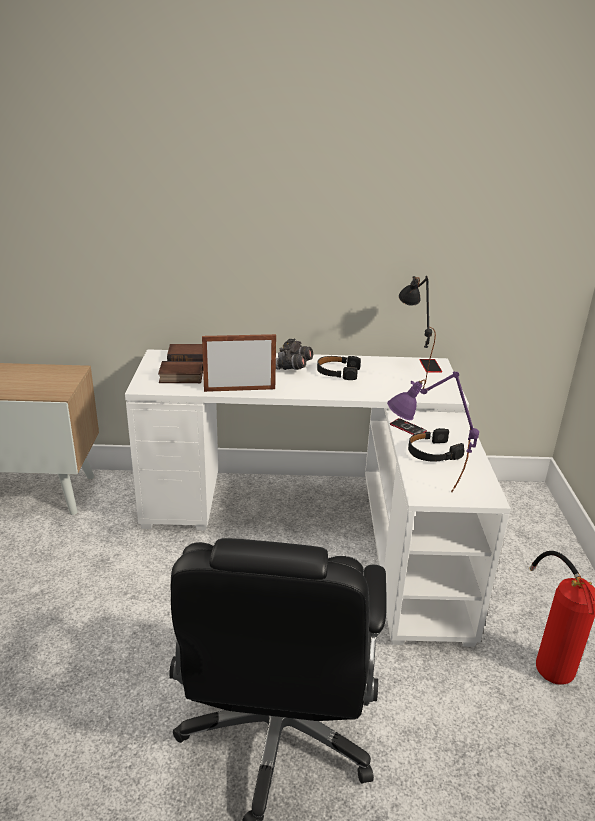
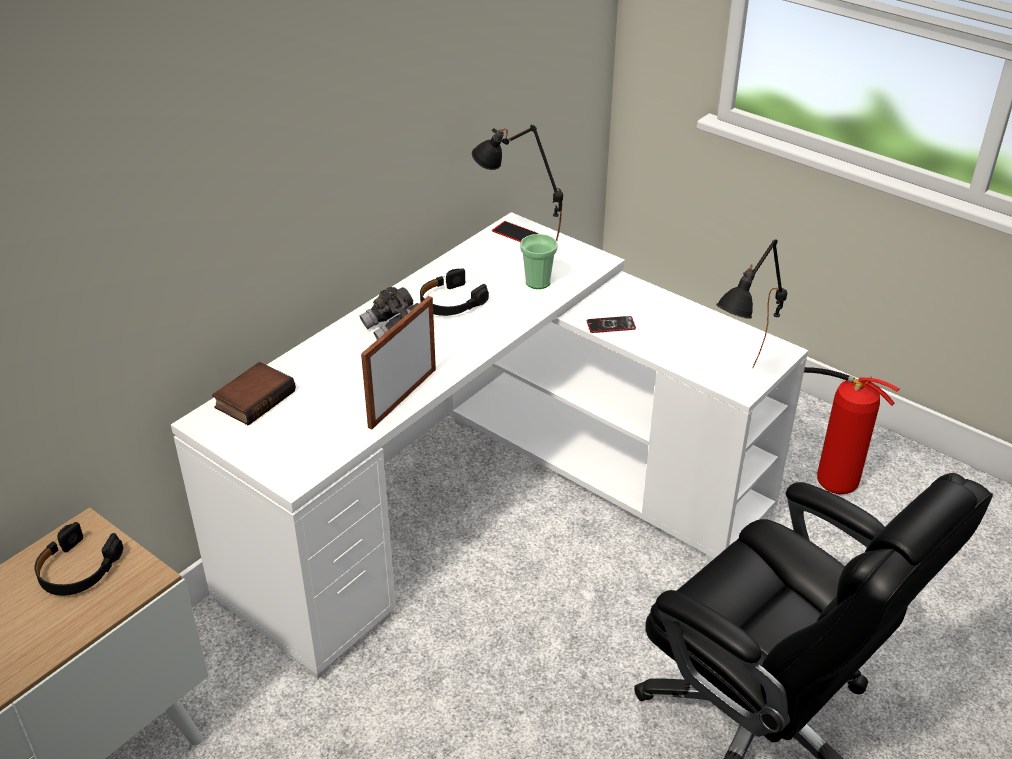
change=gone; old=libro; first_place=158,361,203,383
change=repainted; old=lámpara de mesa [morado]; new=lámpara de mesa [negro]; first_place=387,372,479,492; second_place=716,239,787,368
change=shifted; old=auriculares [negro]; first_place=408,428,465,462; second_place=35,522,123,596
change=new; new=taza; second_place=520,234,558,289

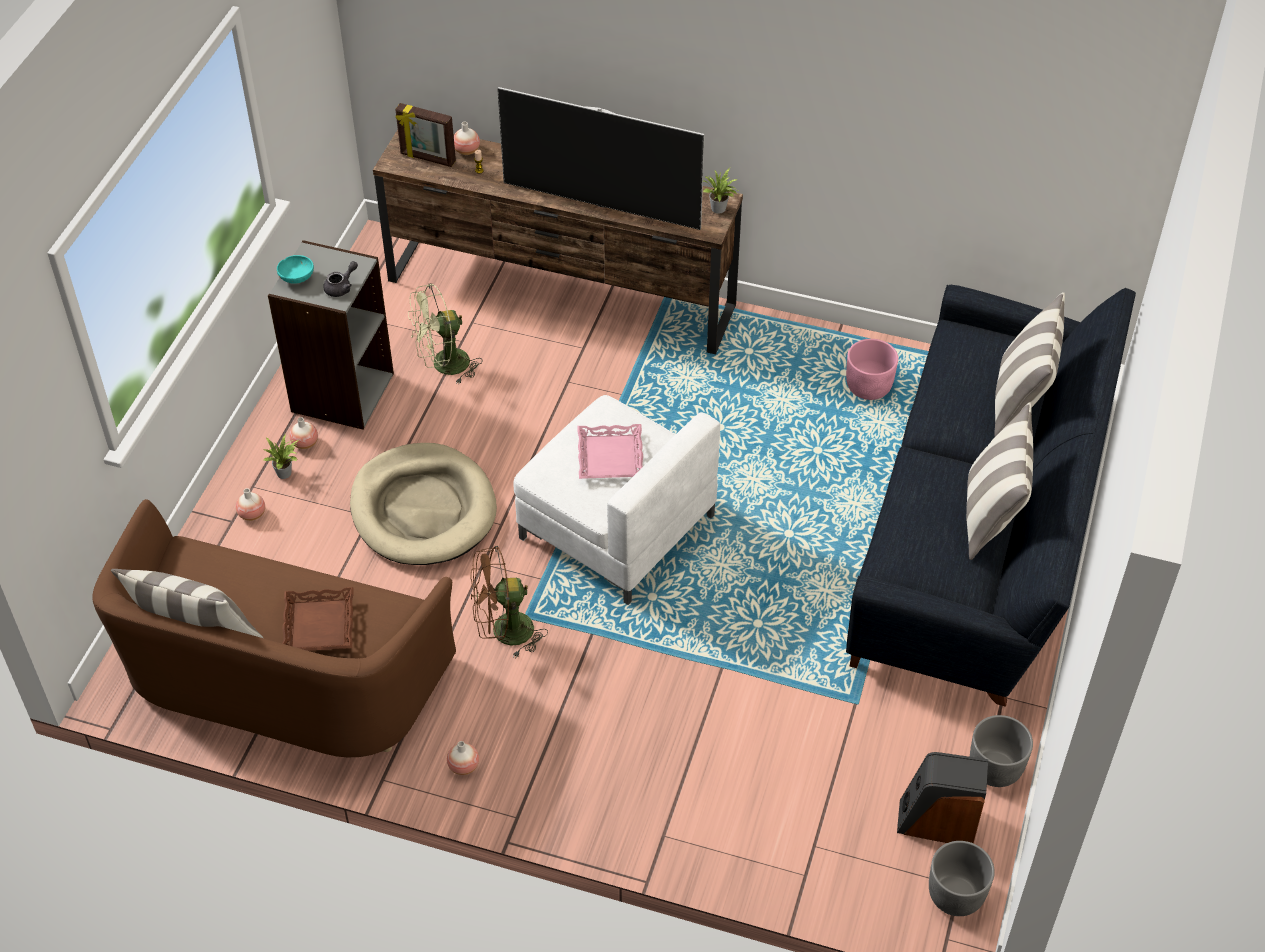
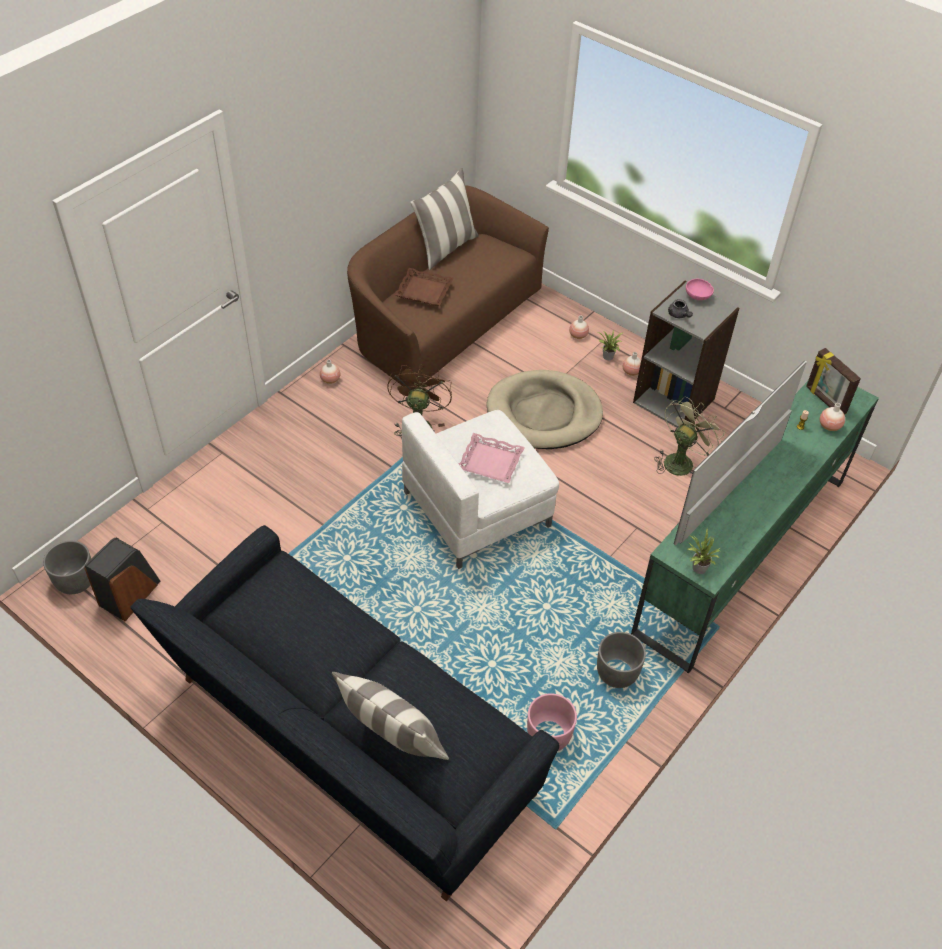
change=rotated; old=portarretratos; first_place=395,103,456,167; second_place=806,348,861,415; degrees=-75
change=repainted; old=mueble de televisión [marrón]; new=mueble de televisión [verde]; first_place=373,130,743,354; second_place=631,381,879,674
change=repainted; old=cuenco [turquesa]; new=cuenco [rosa]; first_place=277,255,314,284; second_place=686,279,714,300
change=rotated; old=ventilador [verde]; first_place=408,284,483,384; second_place=654,396,725,476; degrees=45
change=gone; old=cojín; first_place=966,402,1033,560
change=shifted; old=maceta [gris]; first_place=970,715,1033,787; second_place=597,632,646,688

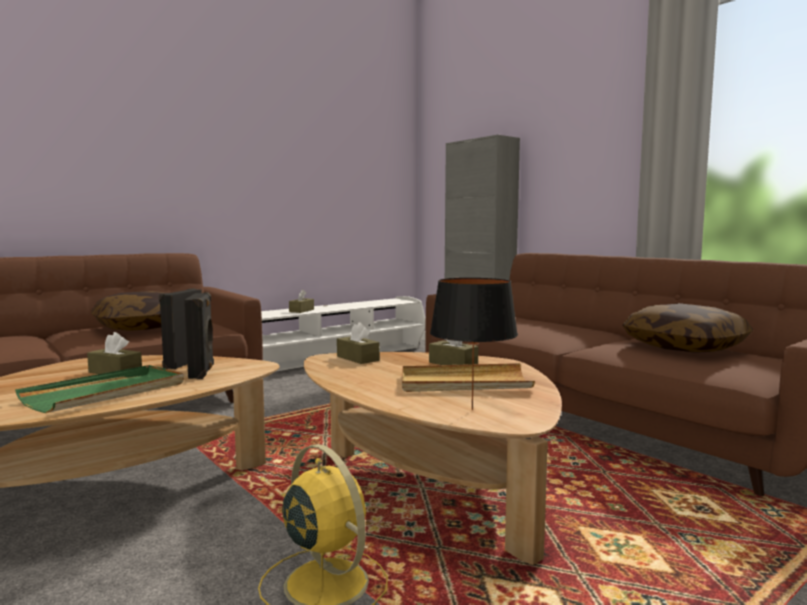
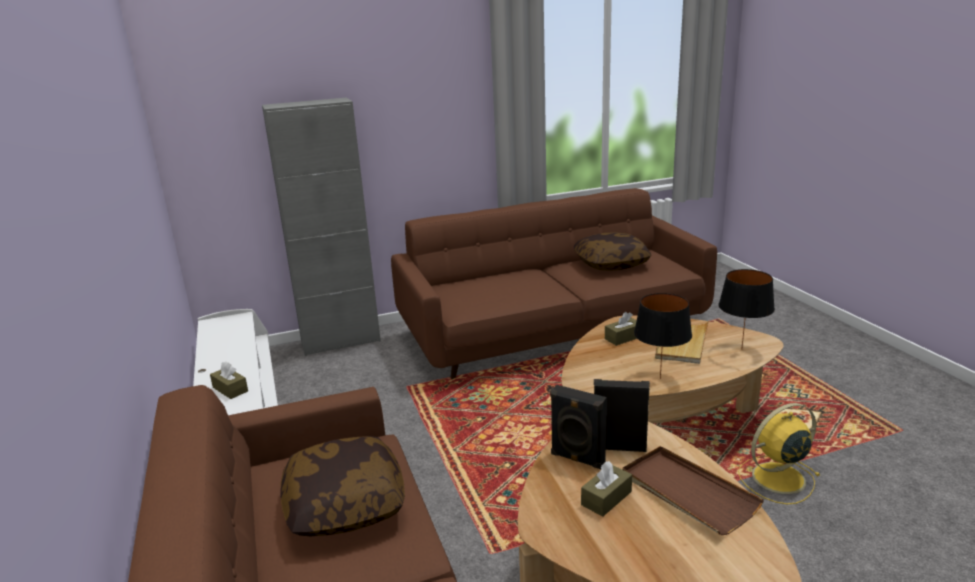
change=gone; old=caja de pañuelos [marrón]; first_place=337,322,380,364
change=repainted; old=bandeja [verde]; new=bandeja [marrón]; first_place=15,365,184,413; second_place=622,446,764,535
change=new; new=lámpara de mesa [negro]; second_place=634,293,692,379

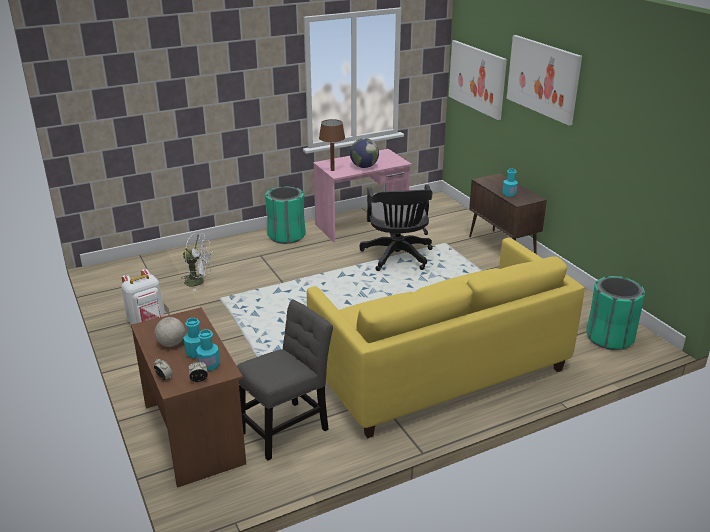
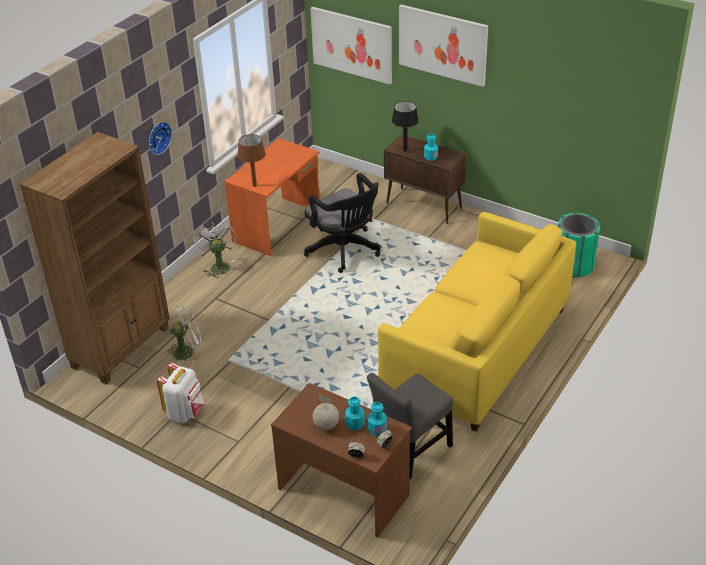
change=gone; old=globo terráqueo; first_place=350,138,379,168
change=repainted; old=escritorio [rosa]; new=escritorio [naranja]; first_place=313,149,412,242; second_place=224,138,320,256
change=swapped; old=papelera [verde]; new=ventilador [blanco]; first_place=265,186,306,244; second_place=193,222,236,279
change=rotated; old=silla [gris]; first_place=237,300,333,461; second_place=367,373,453,480; degrees=-150
change=new; new=lámpara de mesa [negro]; second_place=392,101,419,152
change=new; new=reloj de pared; second_place=149,122,172,155
change=new; new=estantería [marrón]; second_place=20,132,170,384

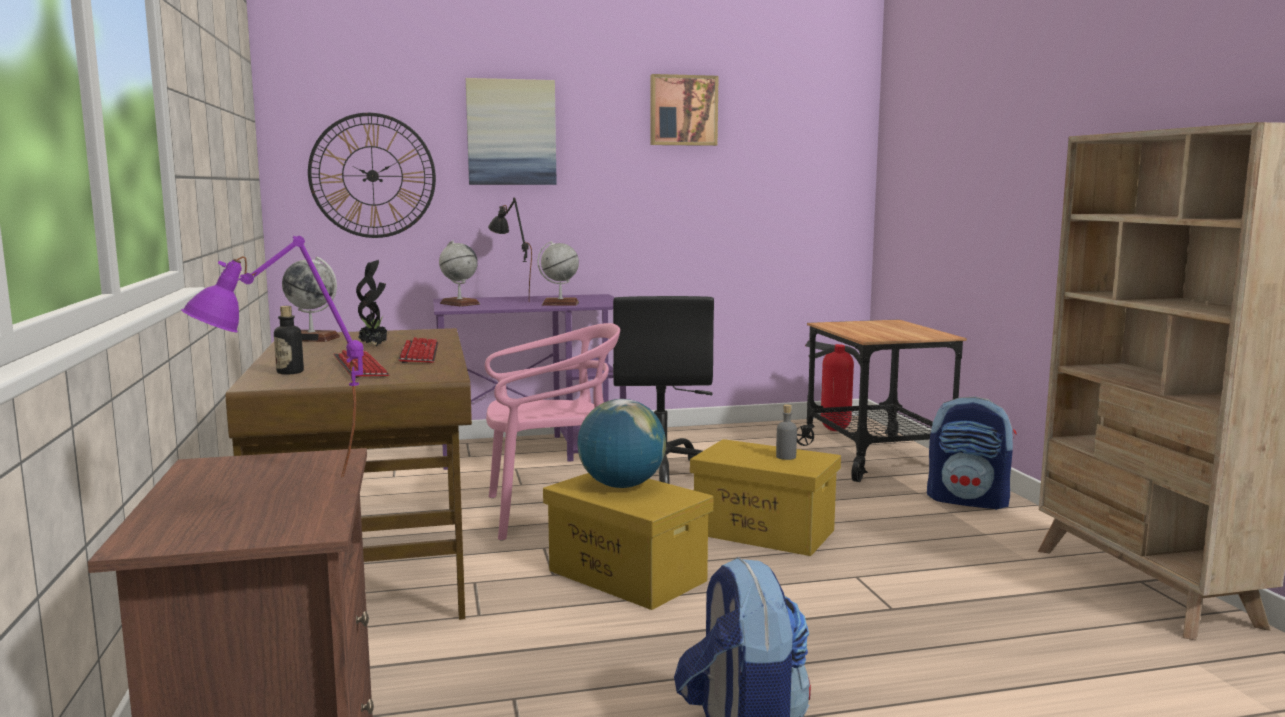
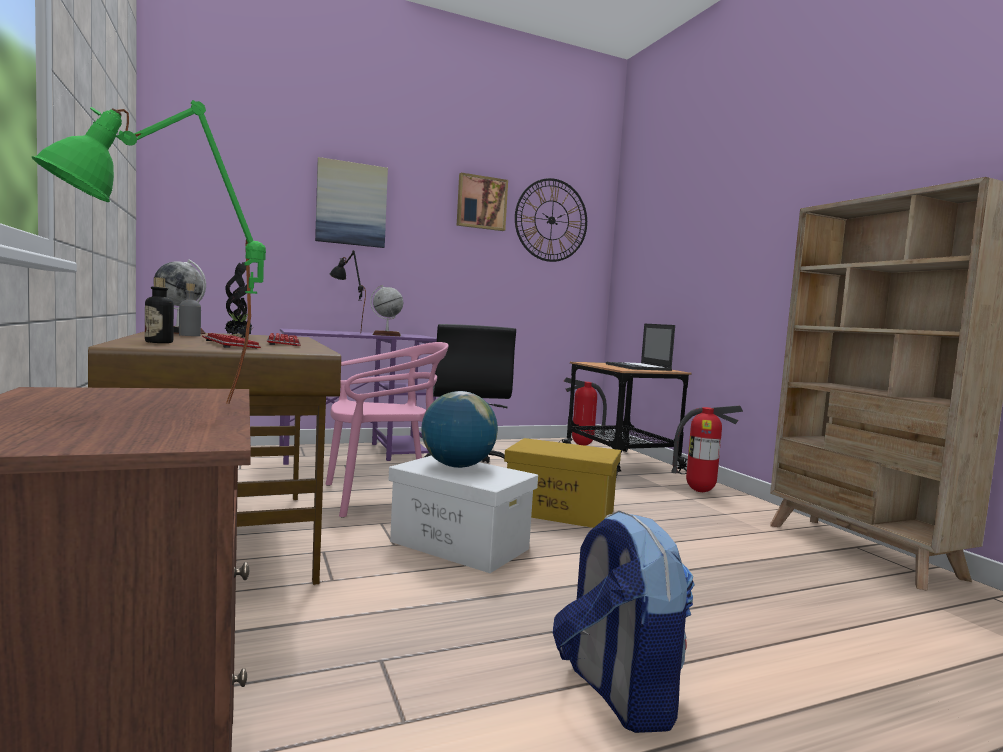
change=shifted; old=reloj de pared; first_place=308,113,436,238; second_place=515,178,587,262
change=repainted; old=lámpara de mesa [morado]; new=lámpara de mesa [verde]; first_place=181,236,363,477; second_place=32,100,266,404
change=gone; old=globo terráqueo; first_place=439,241,480,307
change=swapped; old=mochila; new=extintor; first_place=927,397,1017,510; second_place=671,405,743,492
change=shifted; old=botella [gris]; first_place=776,404,797,460; second_place=179,283,201,336
change=repainted; old=caja de almacenaje [amarillo]; new=caja de almacenaje [blanco]; first_place=543,473,713,610; second_place=389,456,538,573
change=new; new=portátil; second_place=606,324,675,371

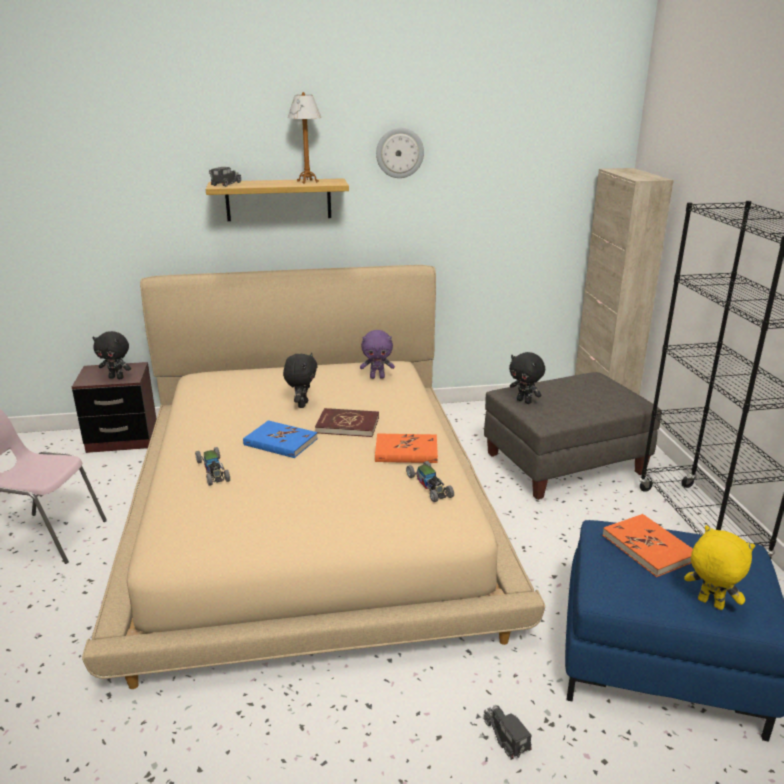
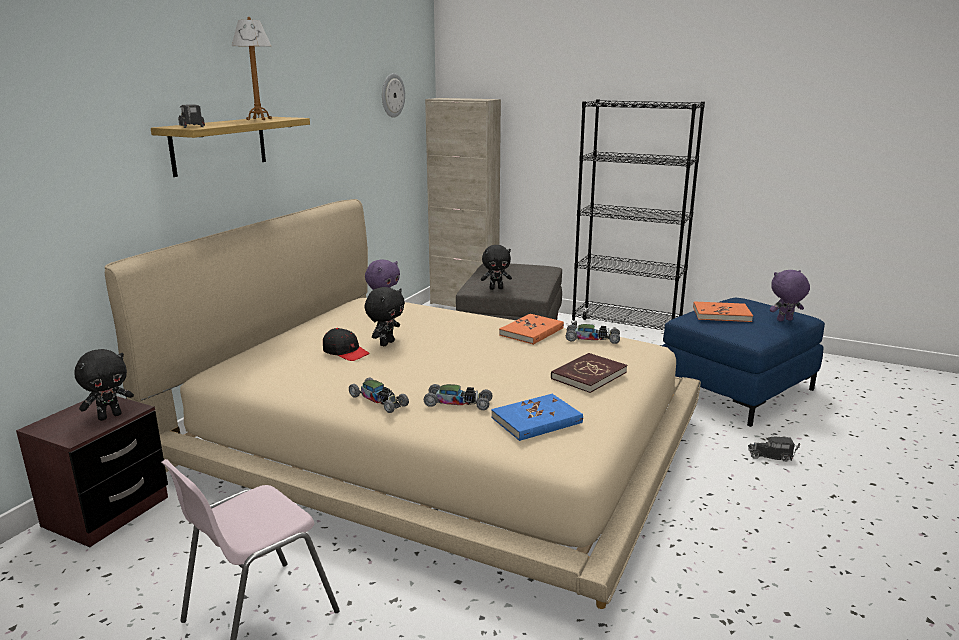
change=shifted; old=reloj de pared; first_place=376,128,424,178; second_place=382,73,405,118
change=rotated; old=peluche [negro]; first_place=283,353,317,408; second_place=364,287,405,346; degrees=75
change=shifted; old=libro [rojo]; first_place=315,408,379,437; second_place=551,353,627,393
change=shifted; old=libro [azul]; first_place=243,420,318,458; second_place=491,394,583,441
change=repainted; old=peluche [amarillo]; new=peluche [morado]; first_place=684,526,755,610; second_place=770,270,810,321
change=new; new=gorra [negro]; second_place=323,328,370,361
change=new; new=coche de juguete; second_place=349,378,409,413

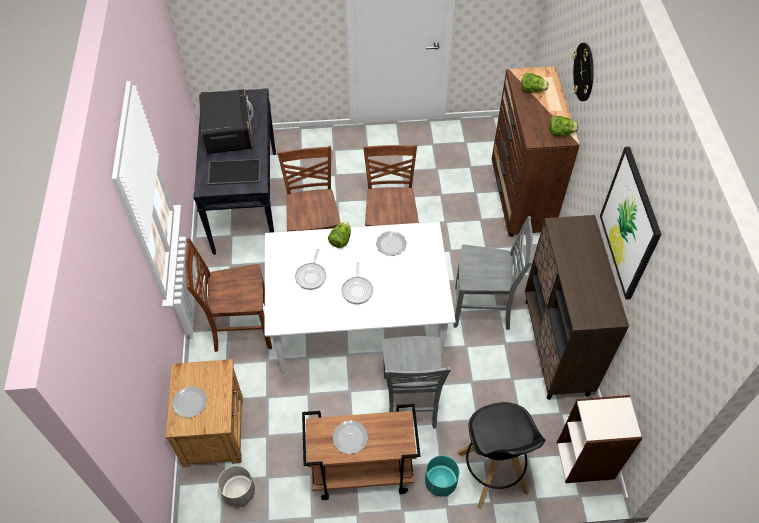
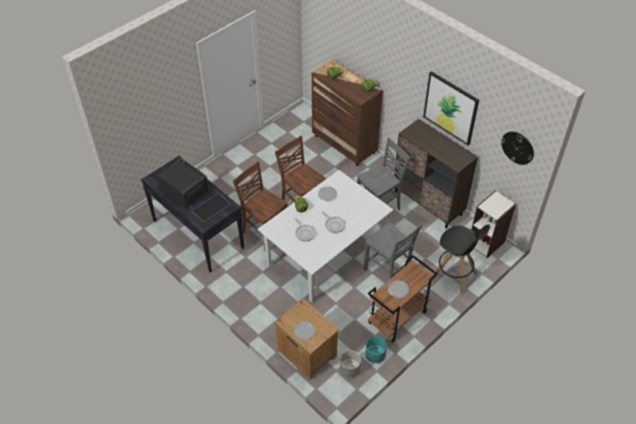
change=shifted; old=reloj de pared; first_place=573,43,594,101; second_place=501,131,534,165
change=gone; old=silla [marrón]; first_place=185,239,272,352
change=shifted; old=maceta [turquesa]; first_place=425,455,459,497; second_place=365,337,387,363

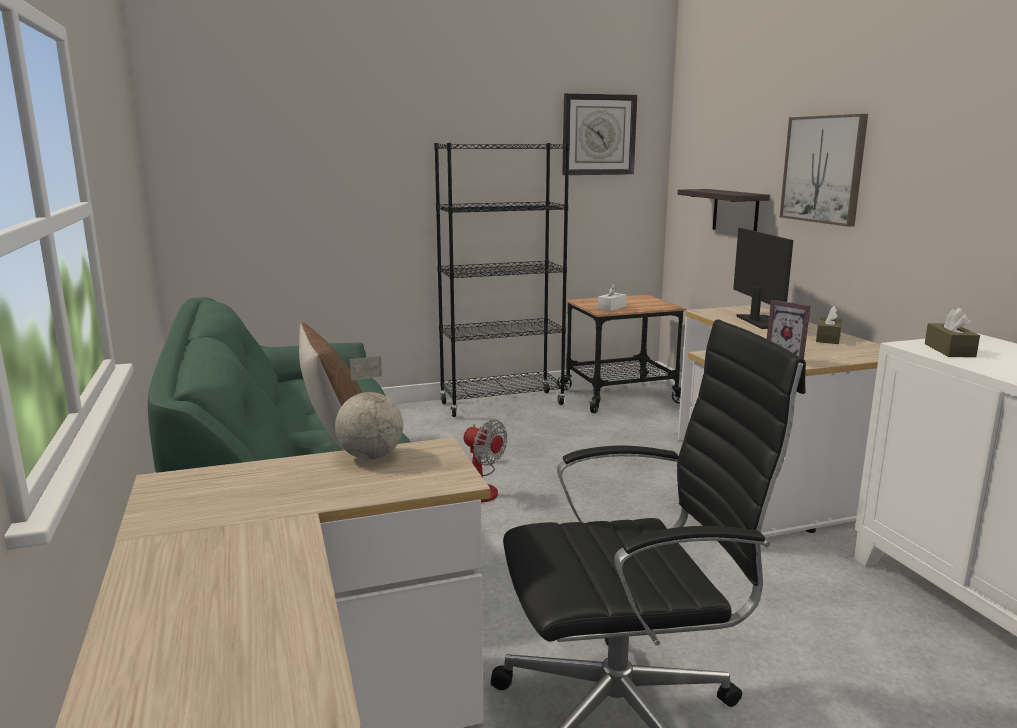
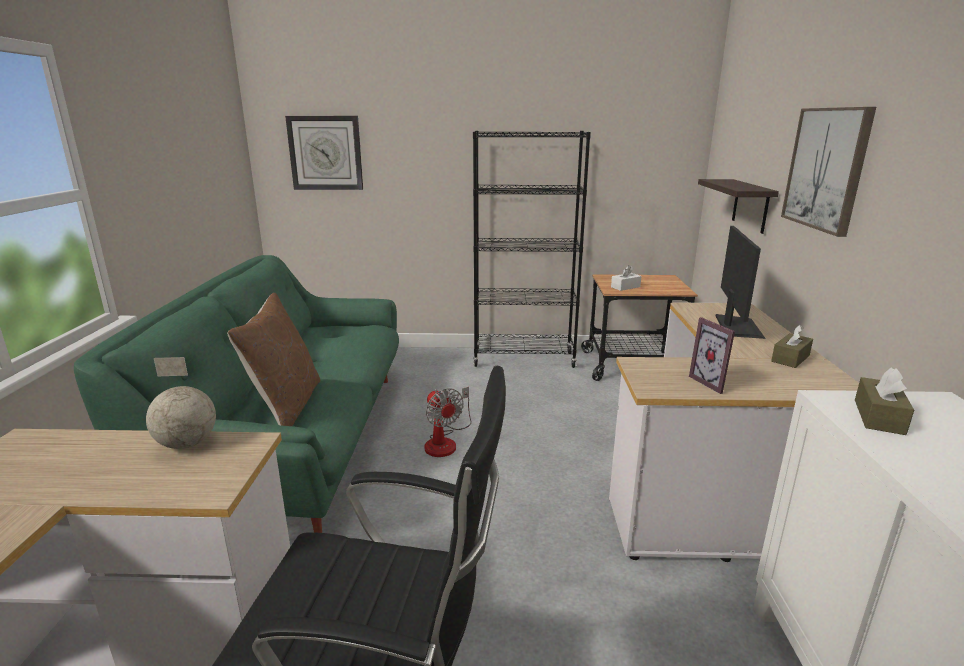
change=shifted; old=reloj de pared; first_place=562,93,637,175; second_place=285,116,363,190

